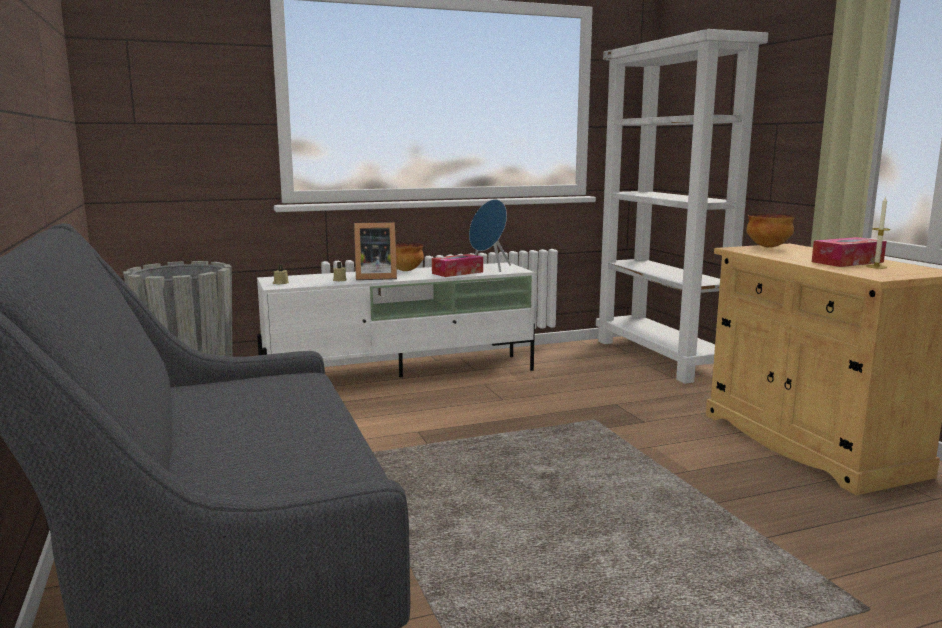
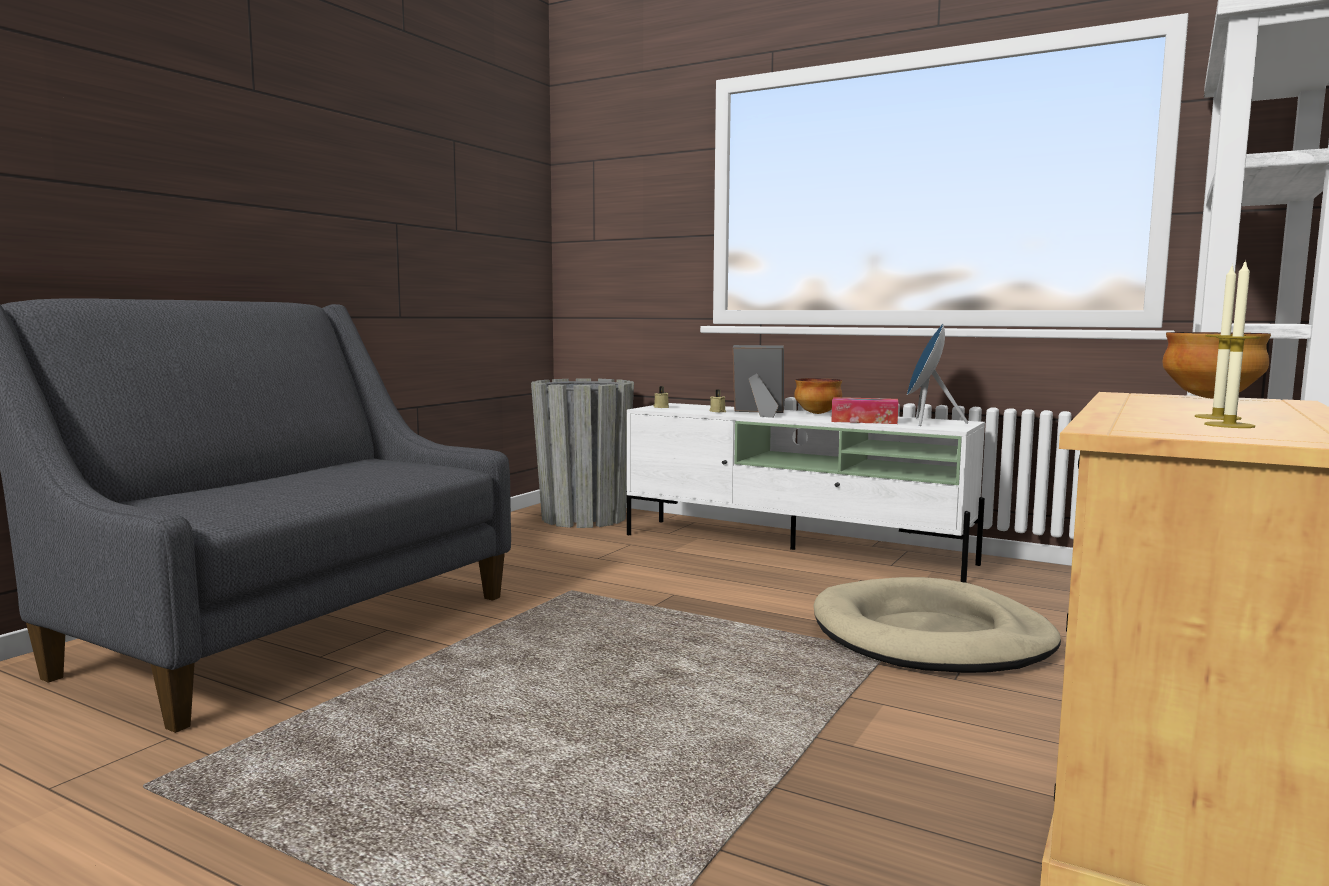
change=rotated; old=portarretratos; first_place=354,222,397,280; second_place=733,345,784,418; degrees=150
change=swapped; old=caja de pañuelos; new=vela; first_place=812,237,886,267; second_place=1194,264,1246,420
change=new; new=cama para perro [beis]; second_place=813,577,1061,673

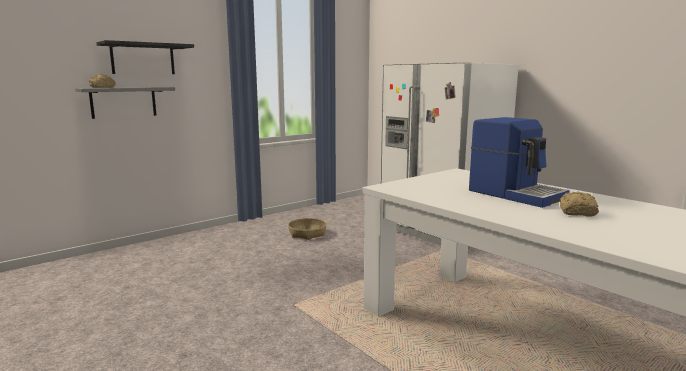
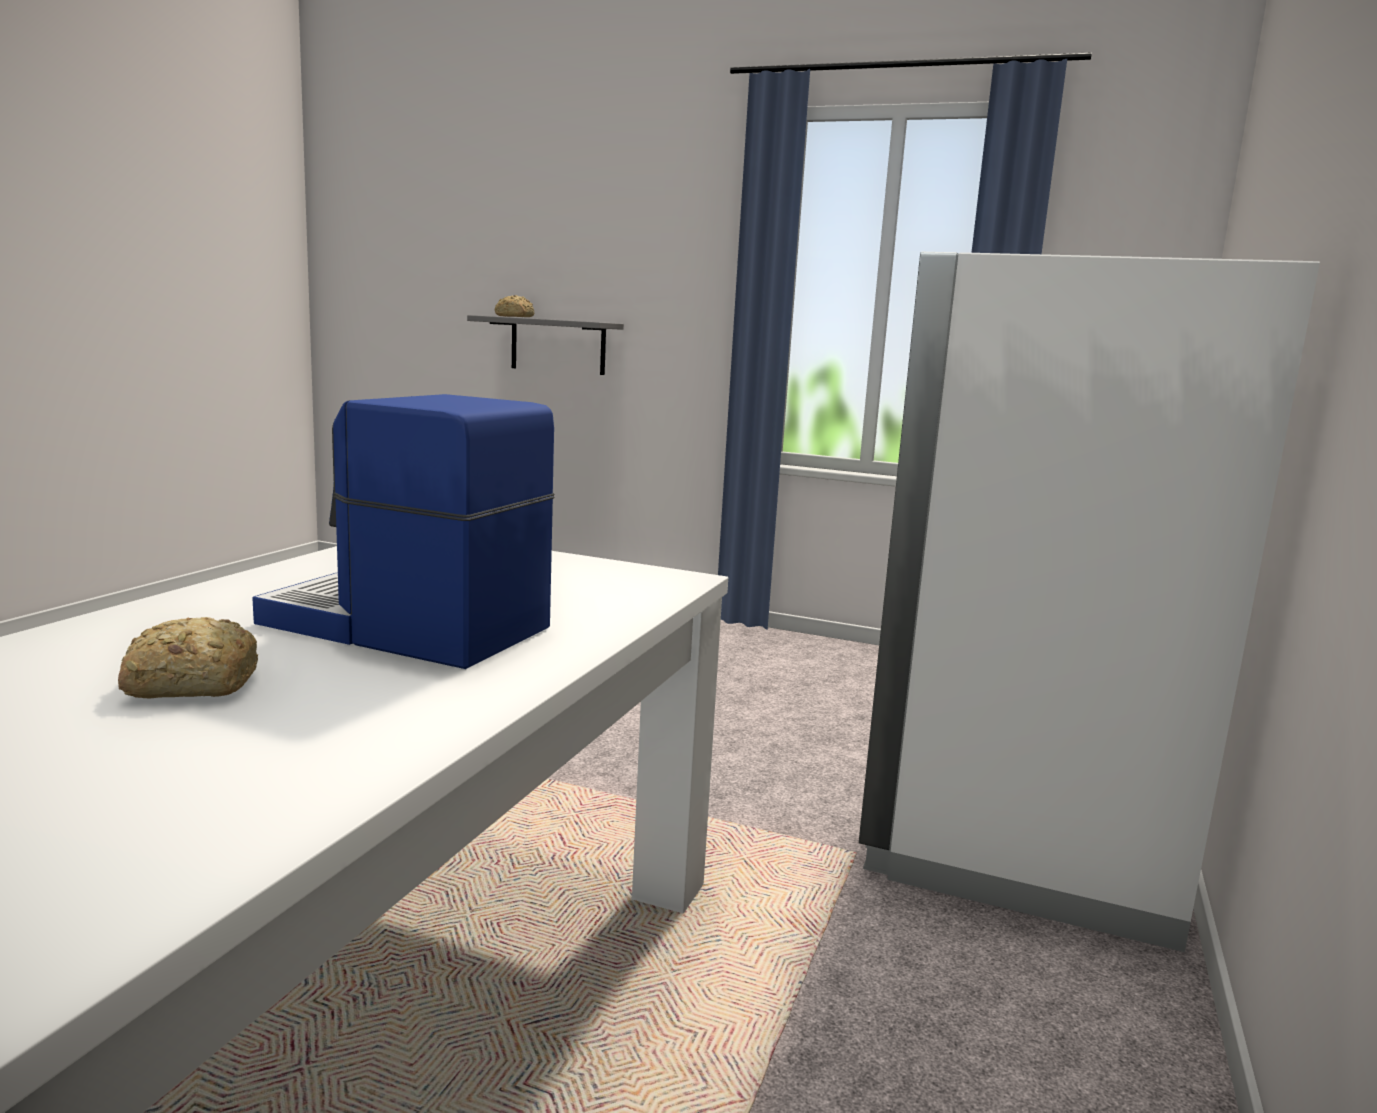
change=gone; old=estante [negro]; first_place=96,40,194,74
change=rotated; old=cafetera; first_place=469,117,569,208; second_place=252,394,555,669; degrees=90
change=gone; old=cesta; first_place=288,218,327,240

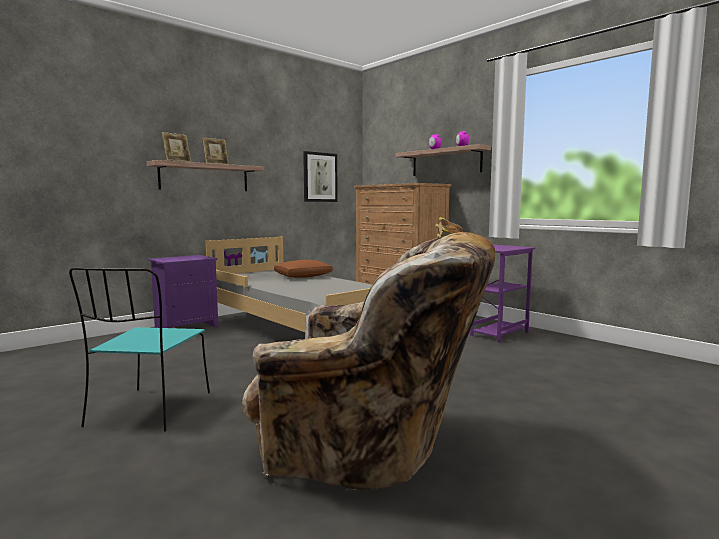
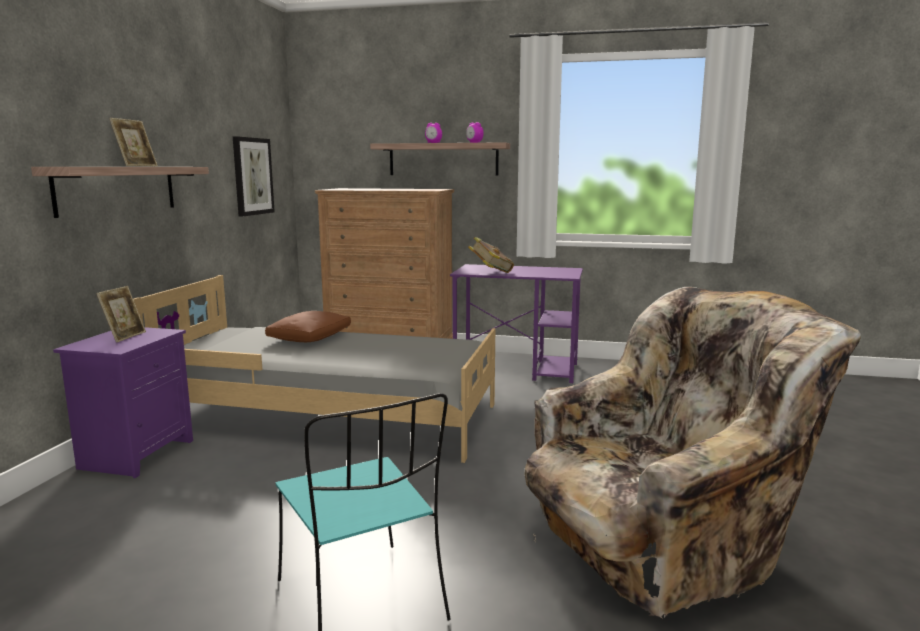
change=shifted; old=portarretratos; first_place=162,132,191,162; second_place=96,286,146,343

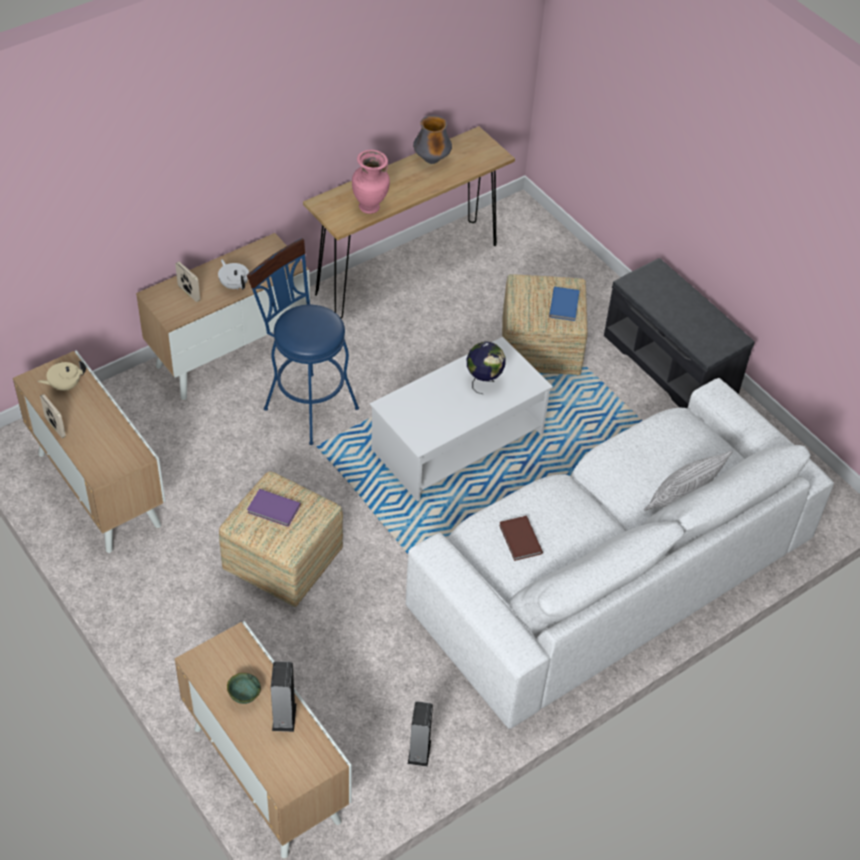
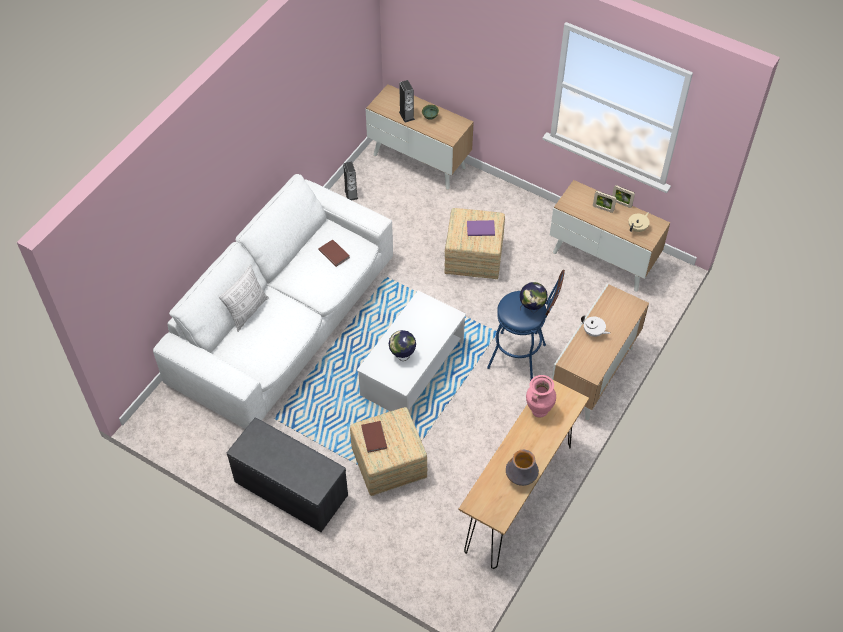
change=shifted; old=portarretratos; first_place=175,262,200,302; second_place=593,191,616,213
change=repainted; old=libro [azul]; new=libro [marrón]; first_place=549,287,580,321; second_place=361,421,387,453
change=new; new=globo terráqueo; second_place=520,282,548,314

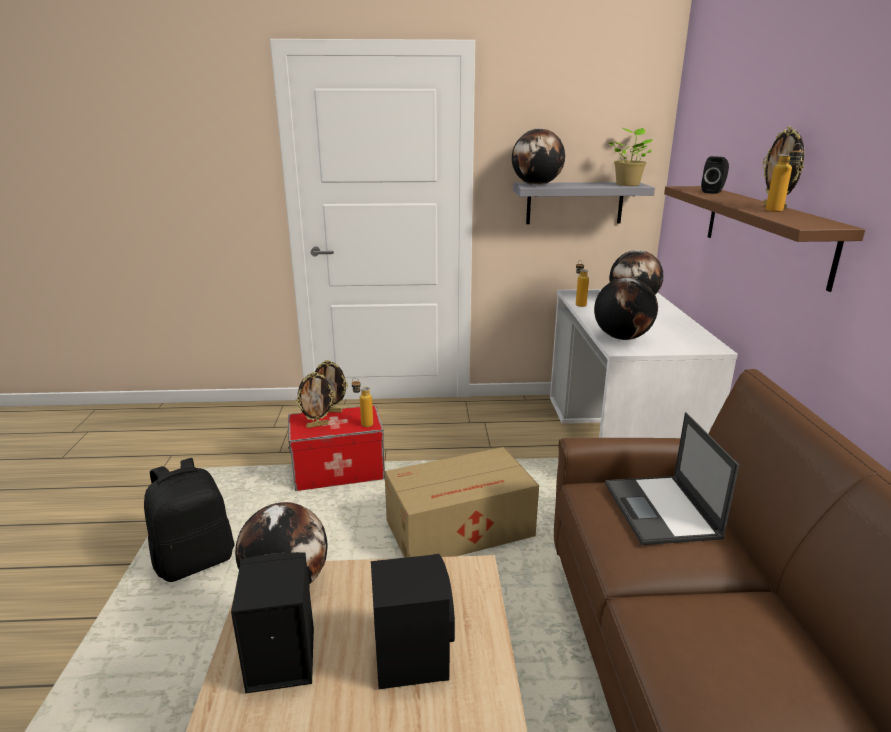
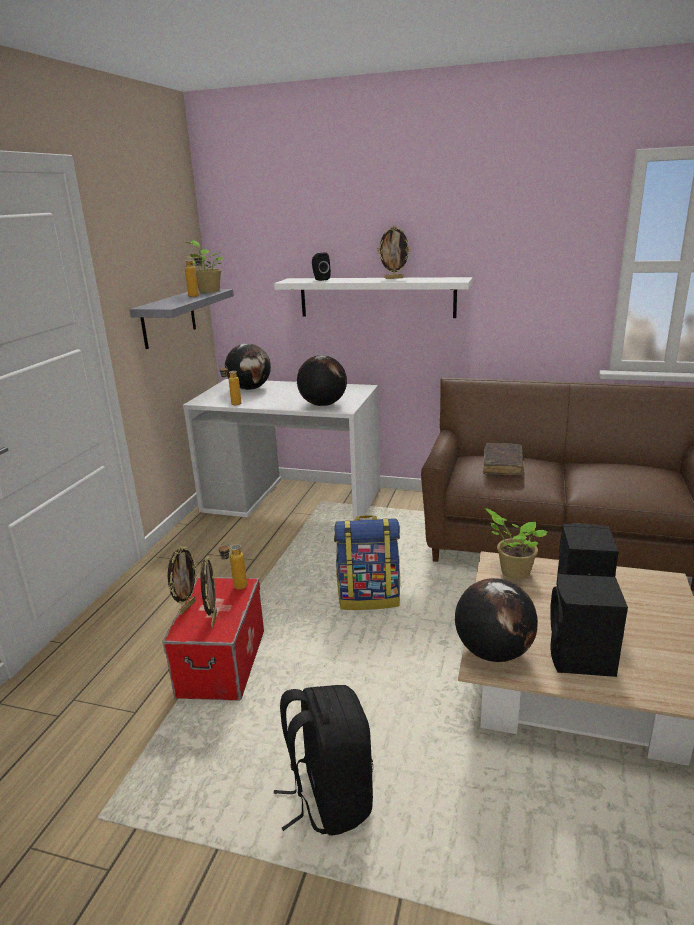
change=gone; old=globo terráqueo; first_place=512,128,565,185
change=shifted; old=botella; first_place=766,143,804,212; second_place=185,252,202,297
change=repainted; old=estante [marrón]; new=estante [blanco]; first_place=664,186,865,292; second_place=274,277,473,318
change=swapped; old=portátil; new=libro [marrón]; first_place=605,412,739,545; second_place=483,443,524,475
change=swapped; old=caja de cartón; new=mochila; first_place=384,447,539,558; second_place=334,515,400,610
change=new; new=planta en maceta; second_place=485,508,547,579

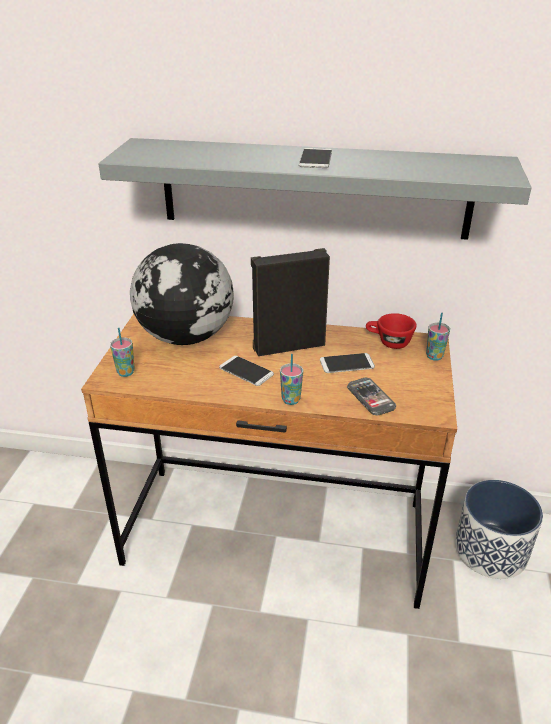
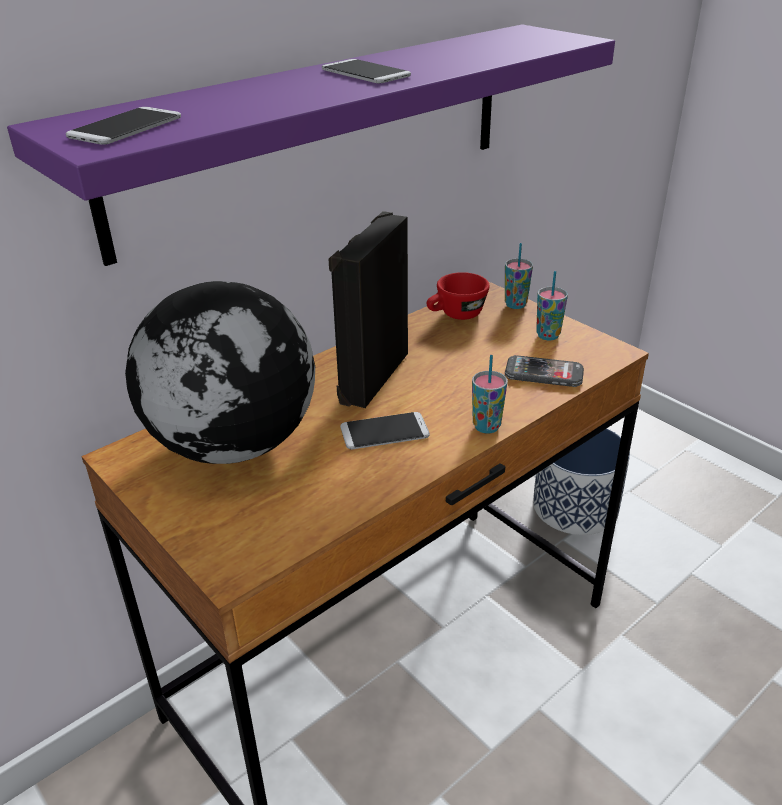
change=repainted; old=estante [gris]; new=estante [morado]; first_place=98,138,532,240; second_place=7,25,615,266
change=shifted; old=taza; first_place=110,328,135,377; second_place=536,271,568,340
change=shifted; old=móvil; first_place=320,353,375,373; second_place=66,107,181,145

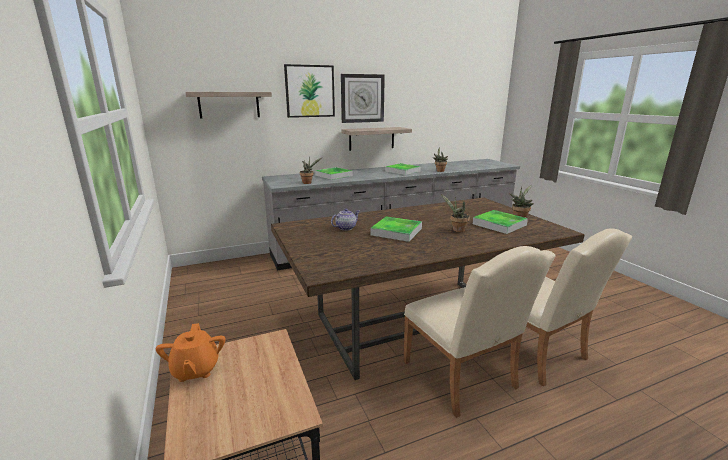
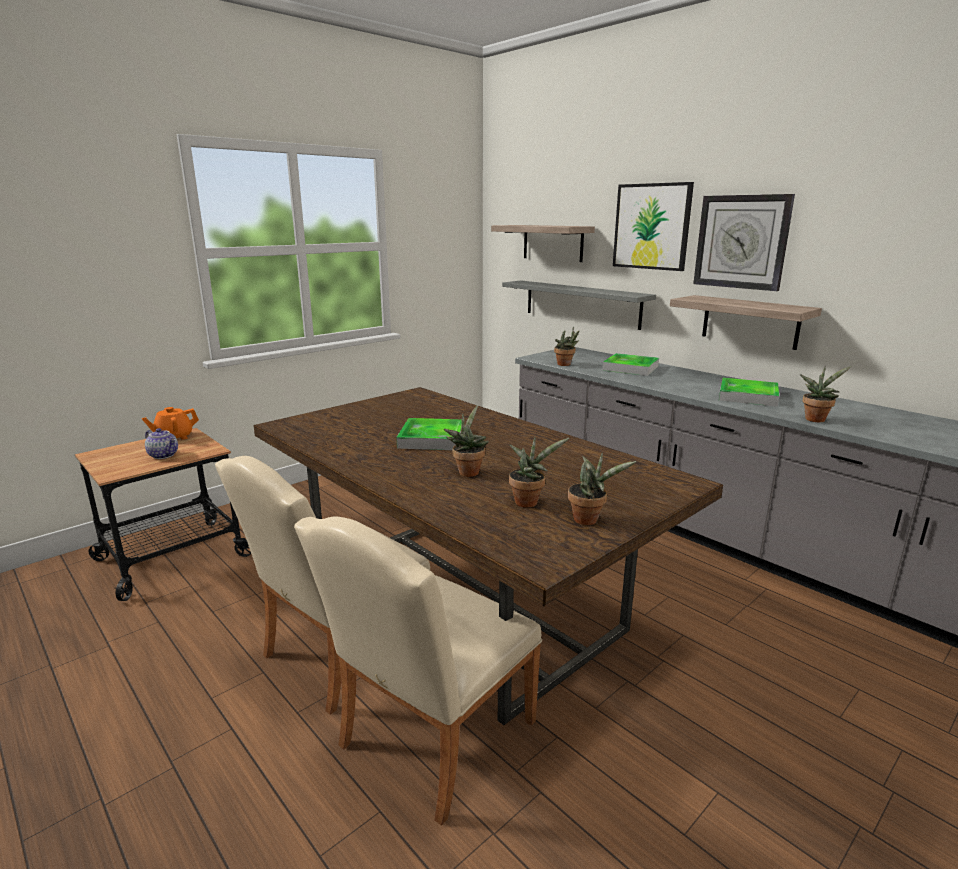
change=shifted; old=tetera; first_place=331,208,359,231; second_place=145,428,178,459
change=swapped; old=bandeja; new=planta en maceta; first_place=473,210,528,234; second_place=509,437,569,508
change=new; new=estante [gris]; second_place=502,281,656,330

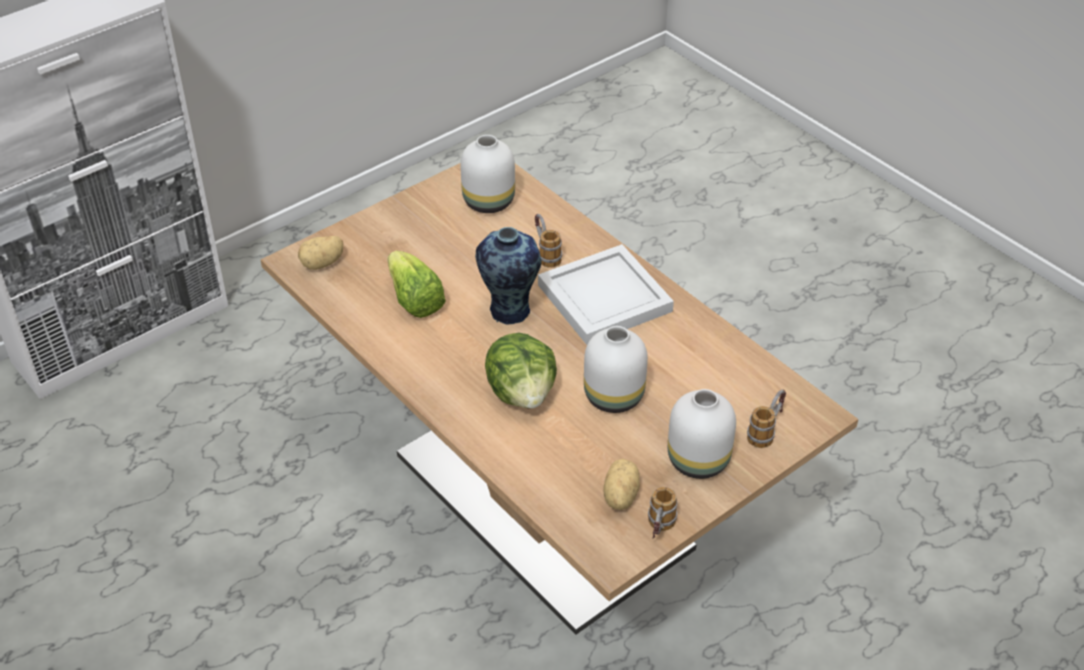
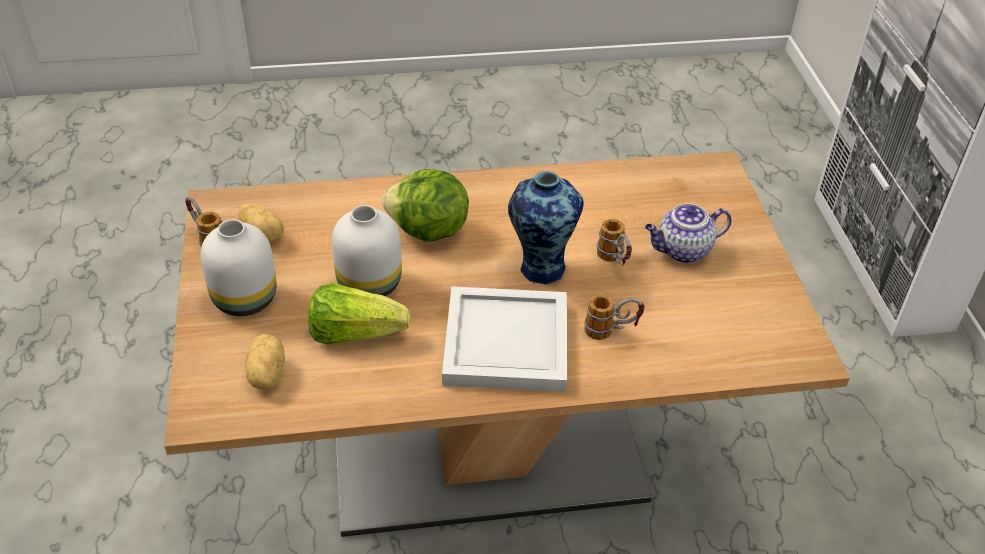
change=gone; old=florero [blanco]; first_place=460,135,515,213
change=shifted; old=patata; first_place=298,236,343,270; second_place=245,334,285,389
change=shifted; old=lechuga; first_place=387,251,446,318; second_place=308,283,411,344
change=shifted; old=taza grande; first_place=747,389,786,448; second_place=597,219,632,266
change=new; new=tetera; second_place=645,203,732,263

